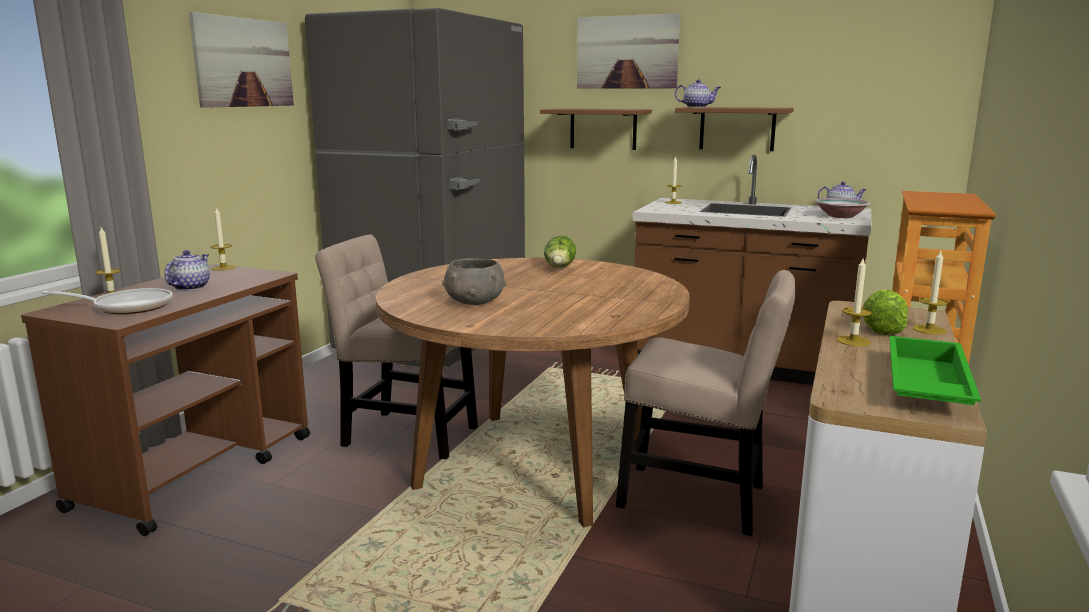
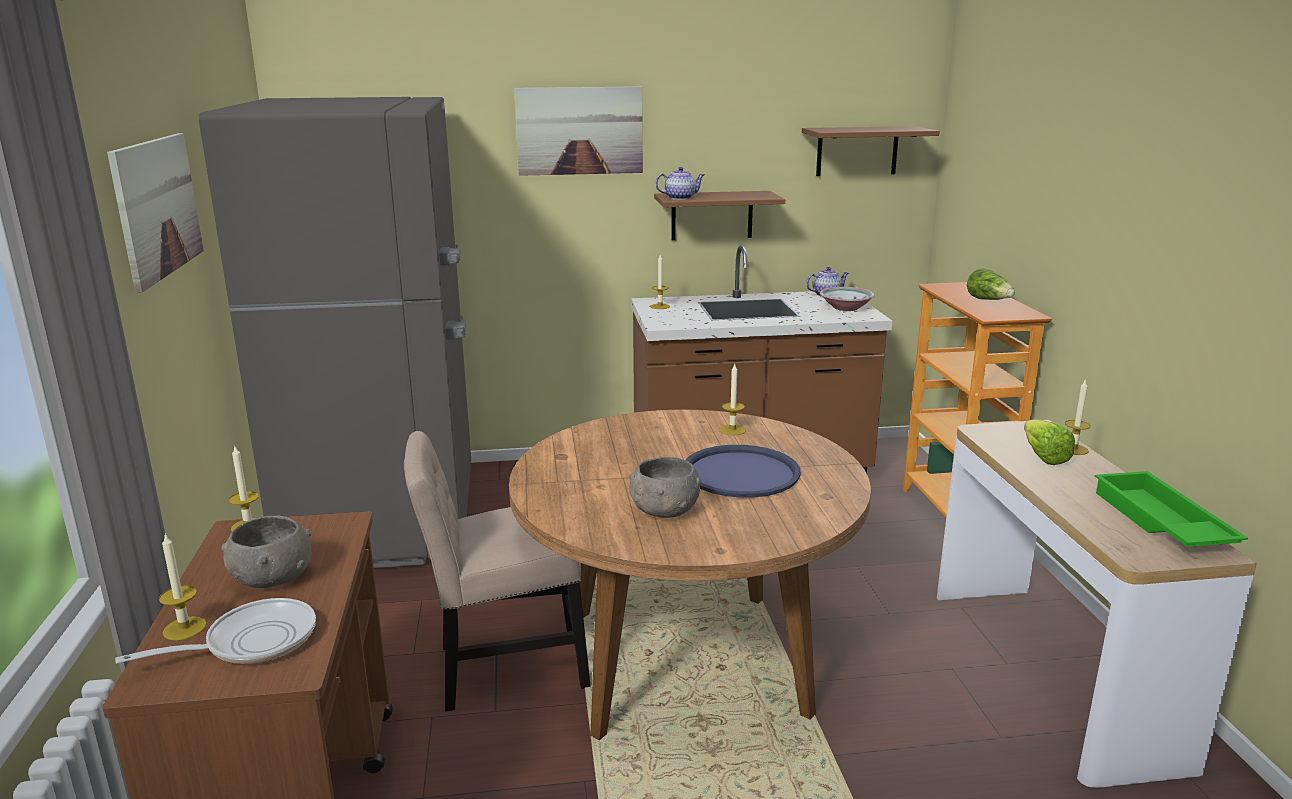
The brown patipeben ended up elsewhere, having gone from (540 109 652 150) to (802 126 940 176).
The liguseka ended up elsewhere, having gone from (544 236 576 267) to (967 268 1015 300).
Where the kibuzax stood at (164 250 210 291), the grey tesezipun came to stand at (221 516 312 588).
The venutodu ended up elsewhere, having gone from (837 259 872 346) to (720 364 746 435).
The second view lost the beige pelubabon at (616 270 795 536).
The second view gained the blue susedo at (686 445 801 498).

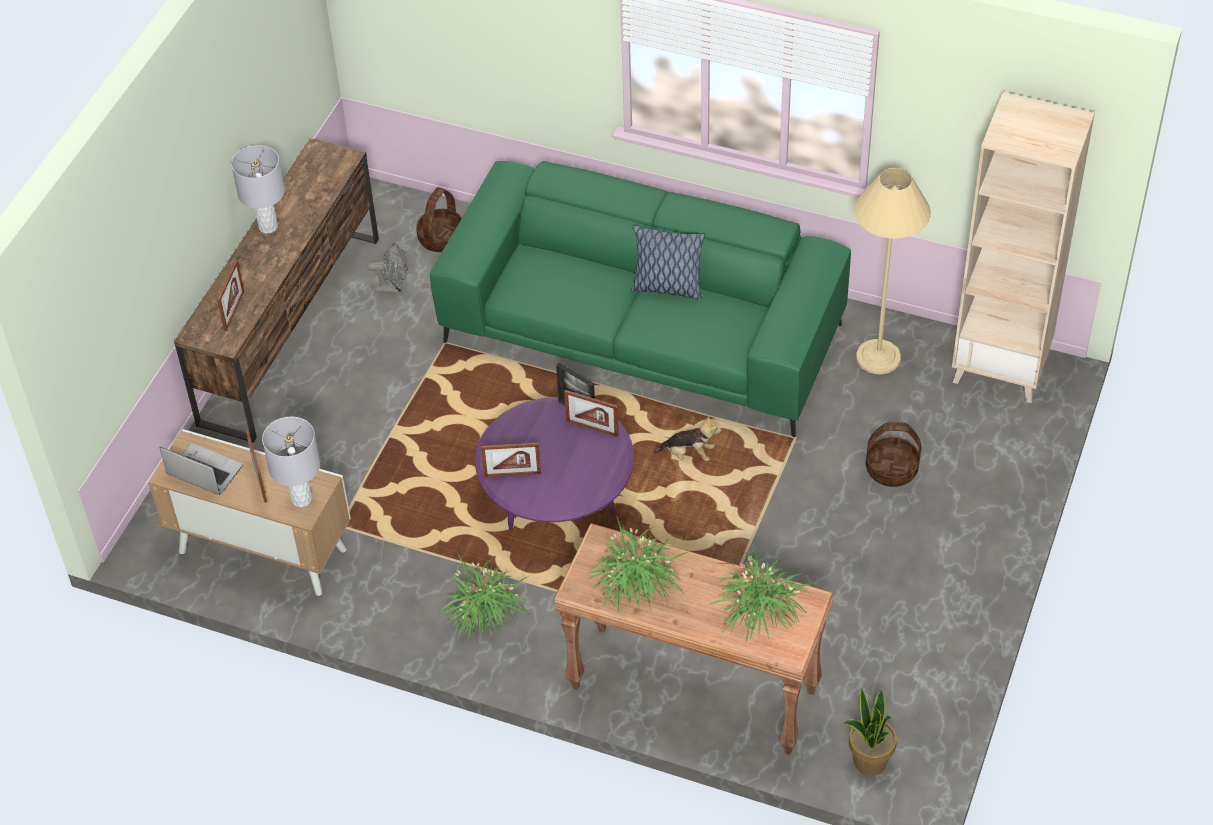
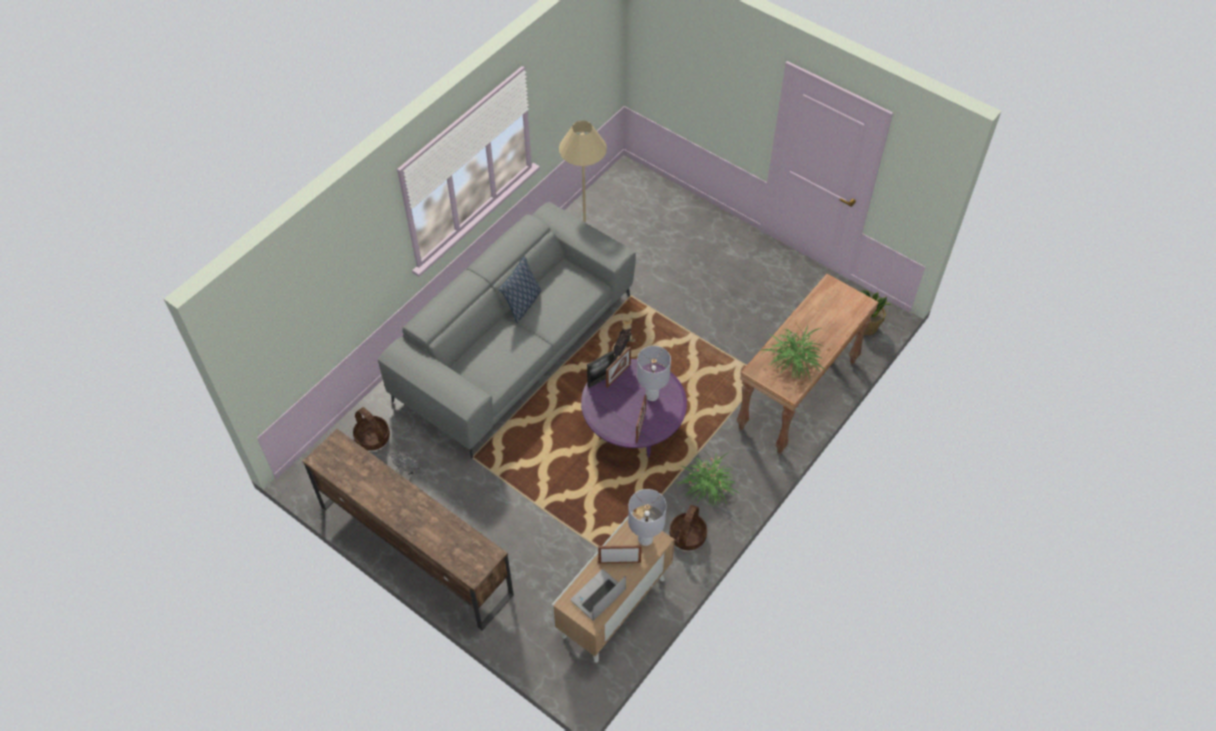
The second view lost the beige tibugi at (952 92 1095 403).
The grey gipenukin ended up elsewhere, having gone from (231 145 285 234) to (637 346 671 401).
What was the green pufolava at (430 161 851 437) turned into the grey pufolava at (378 202 636 459).
The second view lost the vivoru at (217 260 244 331).
The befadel ended up elsewhere, having gone from (866 422 921 487) to (670 505 707 550).
The second view lost the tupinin at (708 542 813 641).

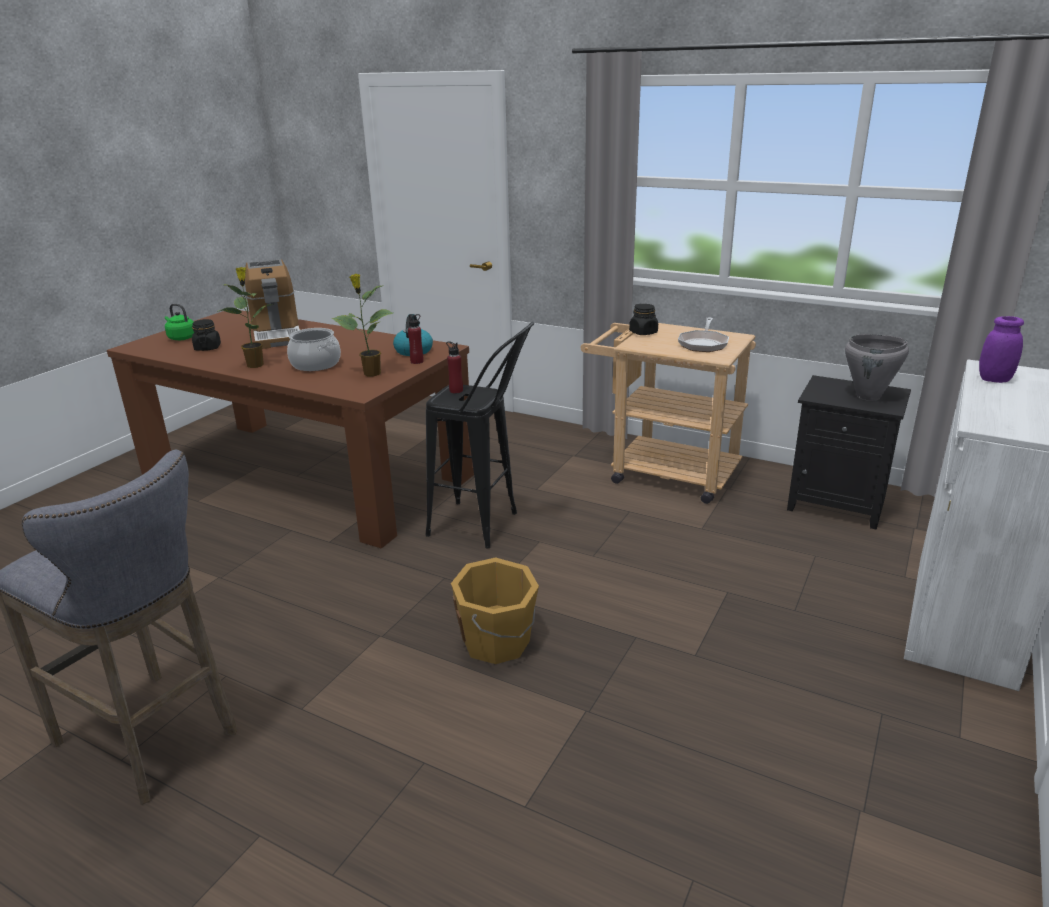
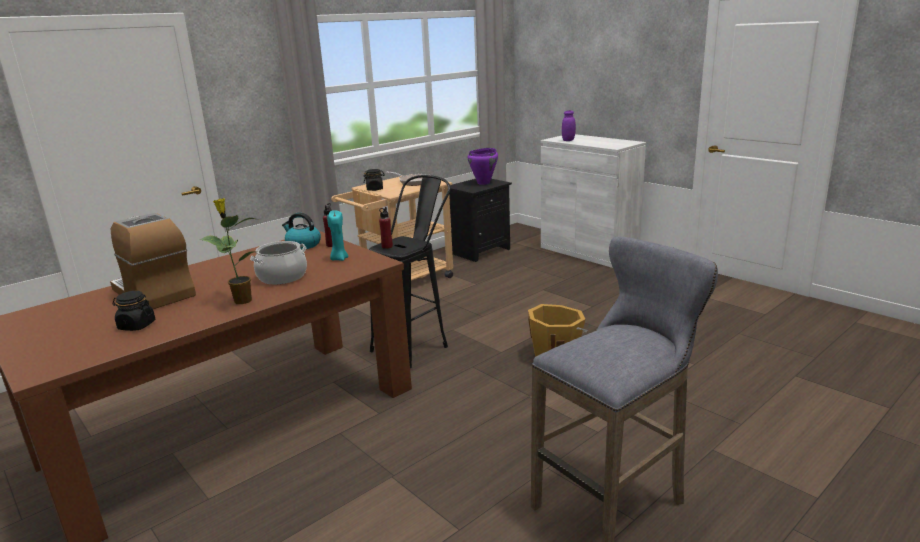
The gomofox at (245 259 300 349) ended up facing another way, 135 degrees counterclockwise from before.
Where the tupinin stood at (332 274 393 376), the turquoise venutodu came to stand at (327 210 348 261).
The second view lost the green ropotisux at (165 304 194 340).
What was the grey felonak at (845 334 909 401) turned into the purple felonak at (468 148 498 185).

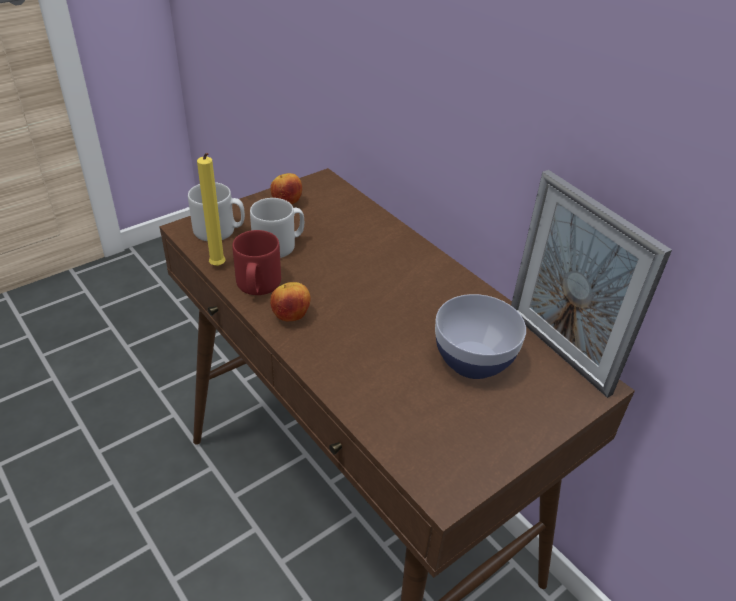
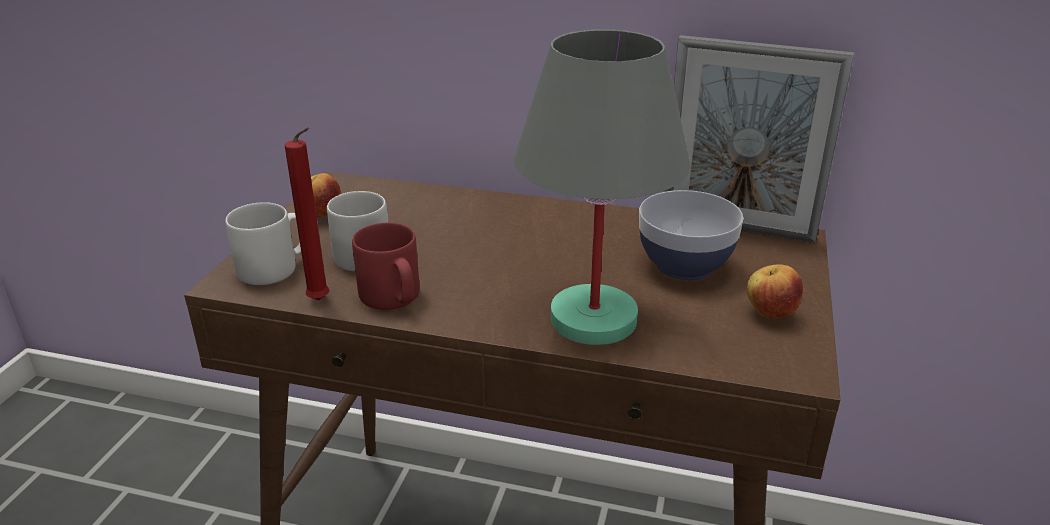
What was the yellow venutodu at (197 153 226 266) turned into the red venutodu at (285 127 329 300).
The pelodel ended up elsewhere, having gone from (270 282 311 321) to (747 264 803 318).
The second view gained the grey gipenukin at (514 29 690 345).

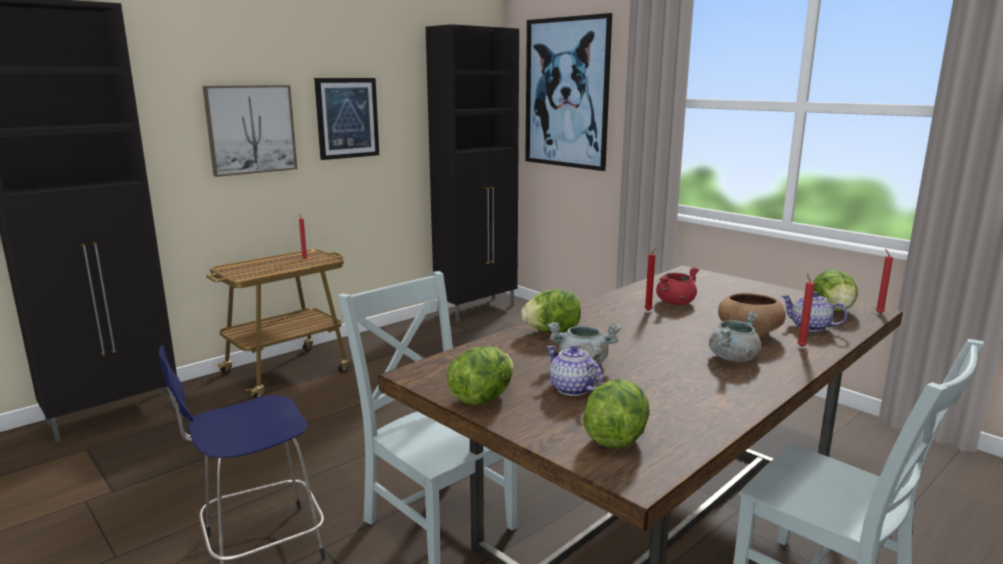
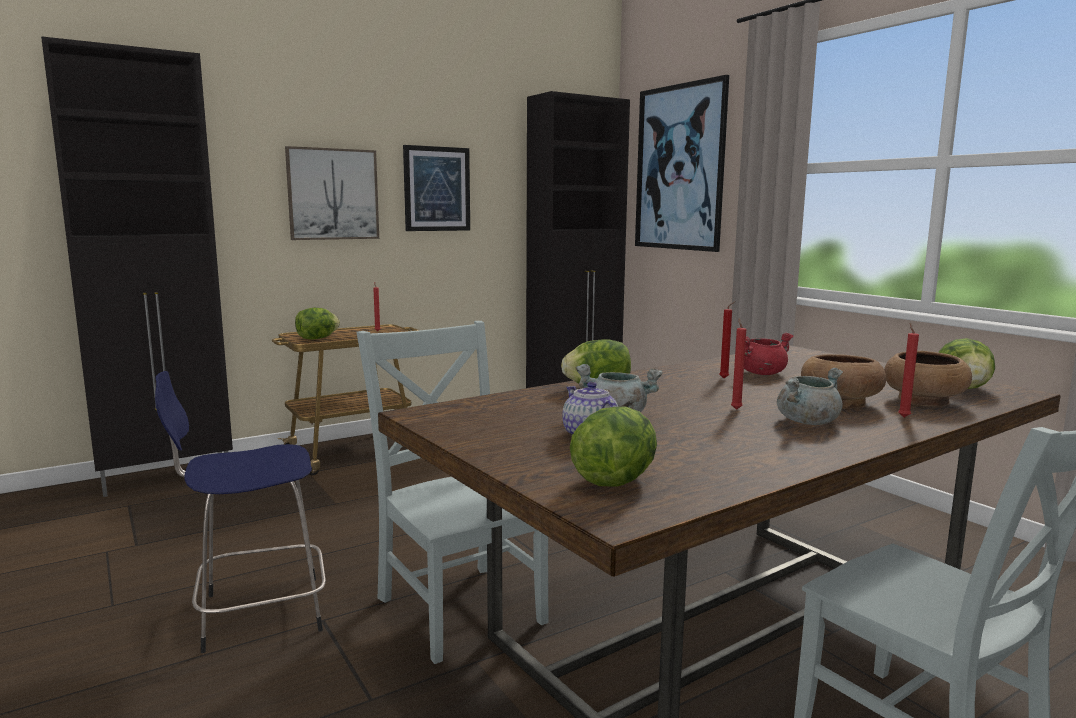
The red venutodu ended up elsewhere, having gone from (876 249 893 314) to (731 318 746 410).
Where the kibuzax stood at (782 292 847 332), the brown tesezipun came to stand at (884 351 972 407).
The liguseka ended up elsewhere, having gone from (447 346 514 405) to (295 308 340 340).

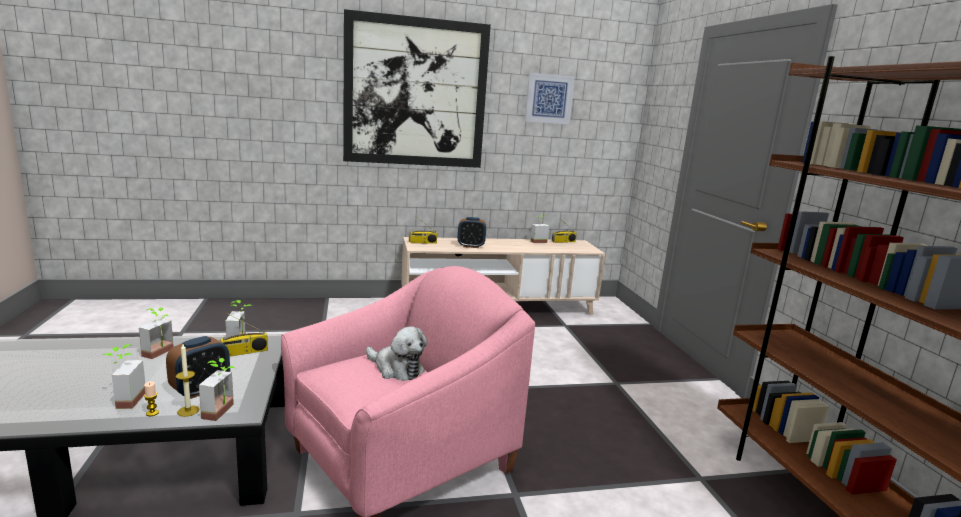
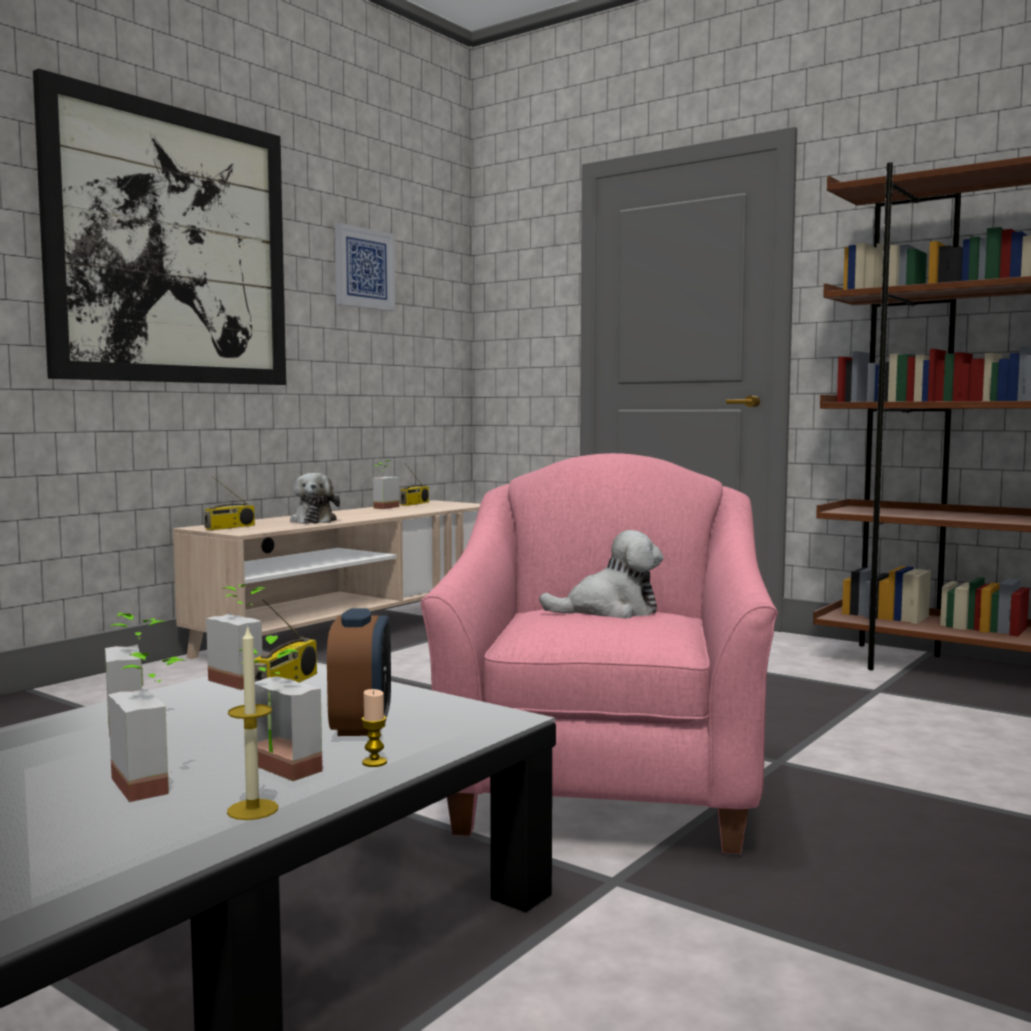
Where the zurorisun stood at (458 217 486 248), the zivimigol came to stand at (290 473 340 524).
The venutodu ended up elsewhere, having gone from (176 344 199 417) to (227 625 278 820).
The tupinin ended up elsewhere, having gone from (199 358 235 421) to (108 652 184 802).

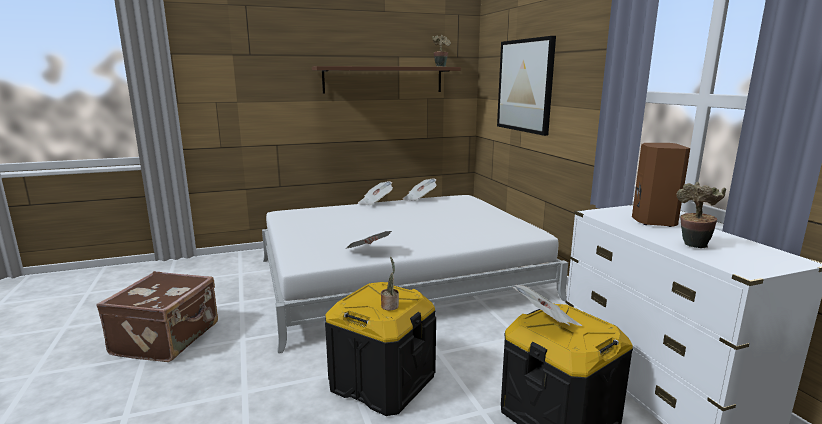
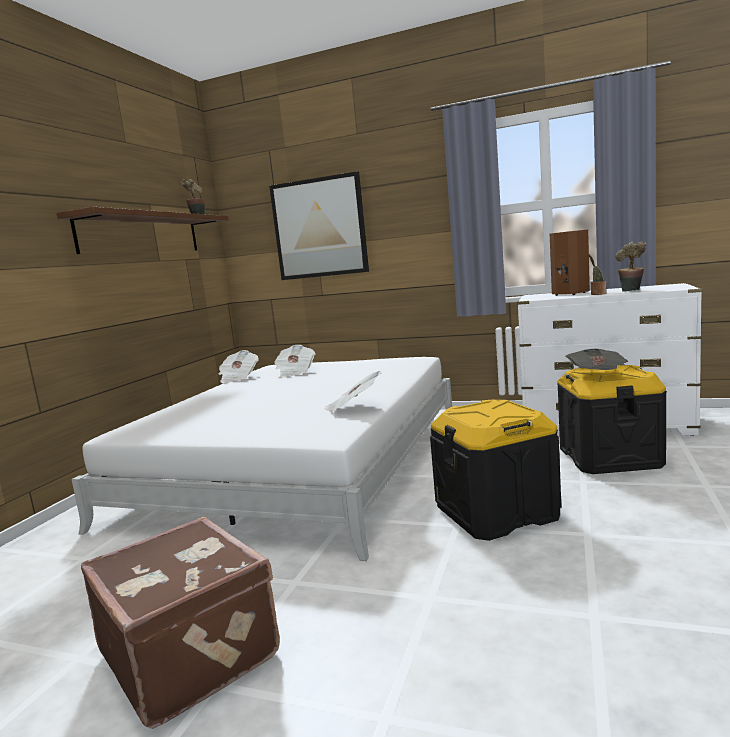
The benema ended up elsewhere, having gone from (358 181 393 205) to (274 345 315 378).
The tupinin ended up elsewhere, having gone from (381 257 399 310) to (589 254 607 295).

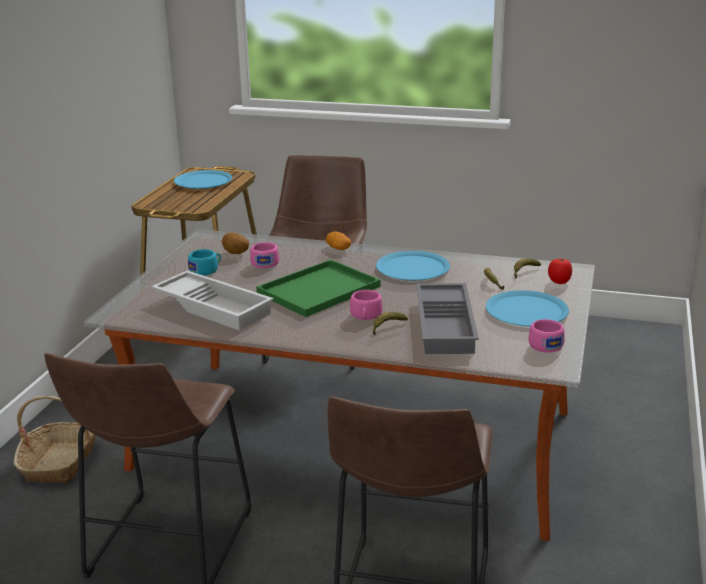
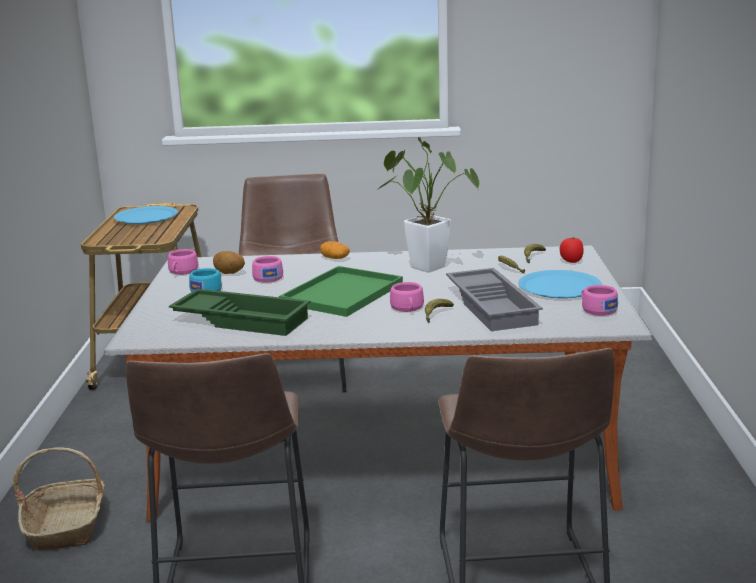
Where the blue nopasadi stood at (376 251 450 281), the tupinin came to stand at (376 137 479 272).
What was the white susedo at (151 271 274 331) turned into the green susedo at (169 289 311 336).
The second view gained the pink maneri at (168 249 198 275).

